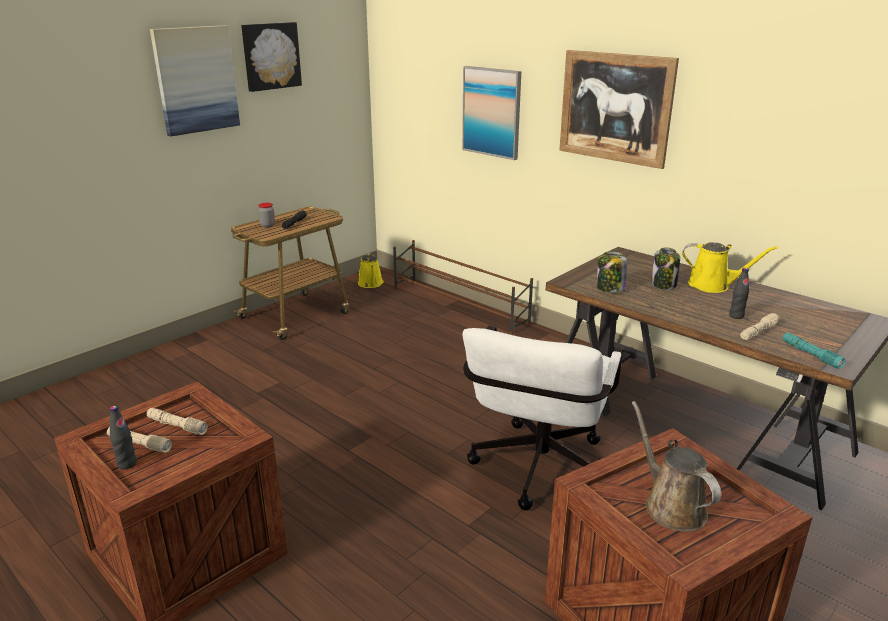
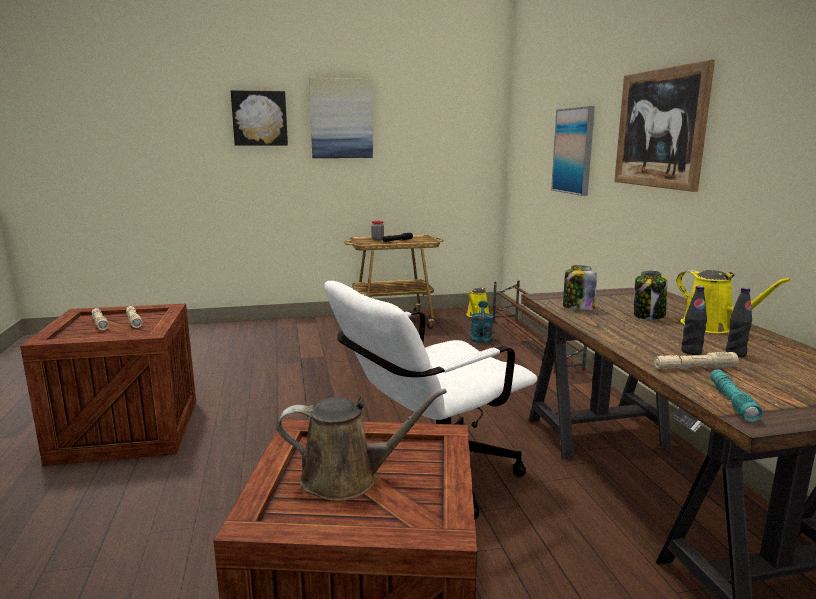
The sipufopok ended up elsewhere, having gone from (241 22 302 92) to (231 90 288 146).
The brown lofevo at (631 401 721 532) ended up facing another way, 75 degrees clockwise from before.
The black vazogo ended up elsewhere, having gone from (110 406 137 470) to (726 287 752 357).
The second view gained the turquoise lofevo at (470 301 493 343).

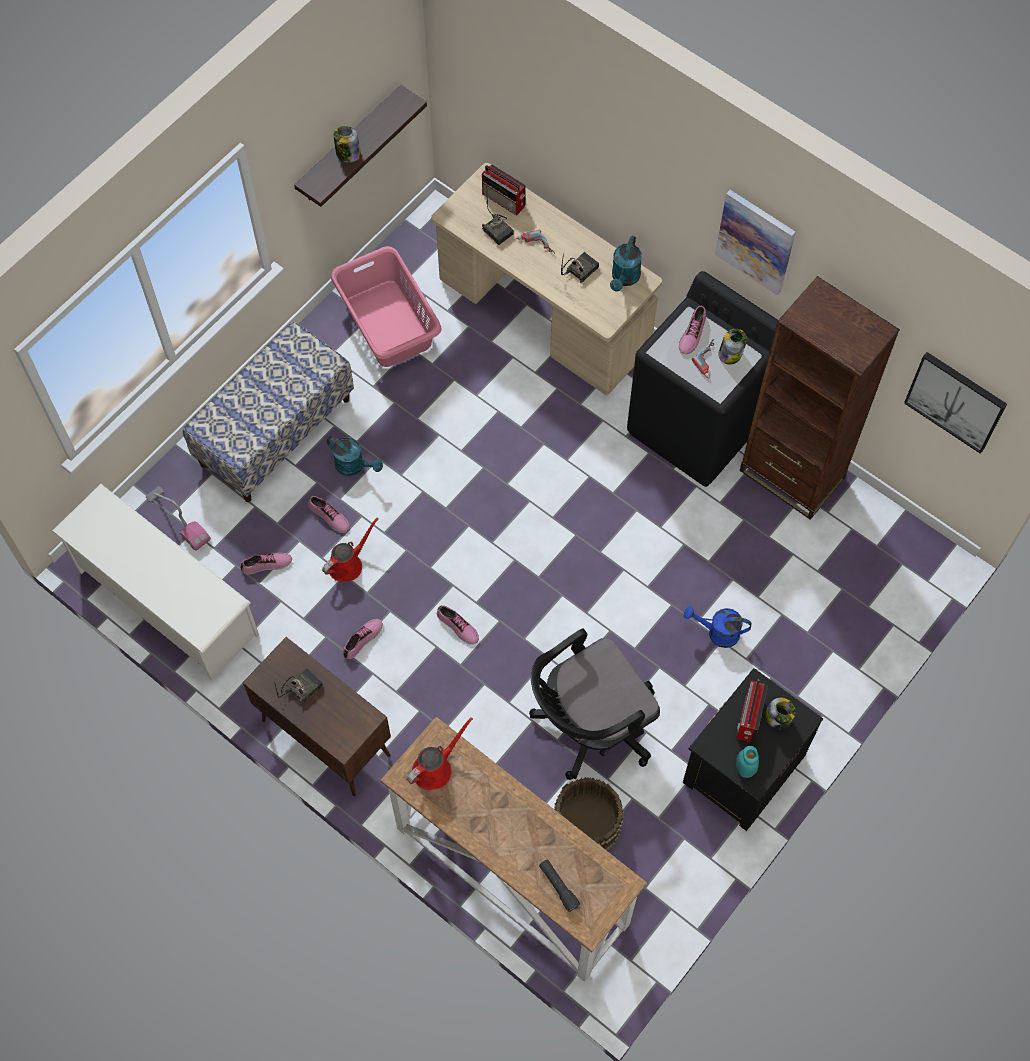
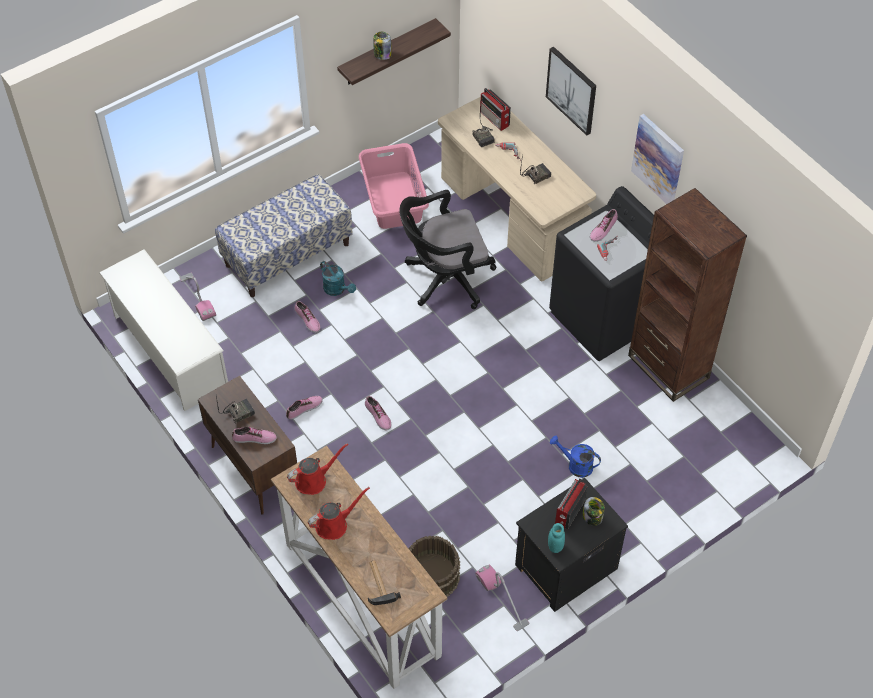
The second view lost the turquoise lofevo at (610 235 642 291).
The second view lost the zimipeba at (718 329 747 365).
The sipufopok ended up elsewhere, having gone from (904 352 1007 454) to (546 47 596 136).
The red lofevo ended up elsewhere, having gone from (322 518 378 582) to (308 487 370 540).
The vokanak ended up elsewhere, having gone from (241 553 292 575) to (232 426 277 444).
The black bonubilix ended up elsewhere, having gone from (530 628 660 780) to (399 190 496 309).
Where the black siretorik stood at (539 859 580 912), the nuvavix came to stand at (368 561 401 605).
The second view gained the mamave at (475 565 529 631).

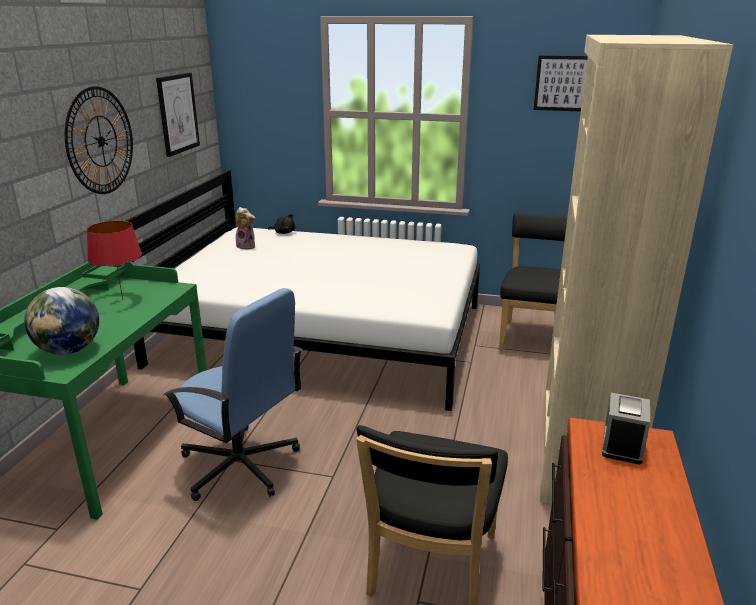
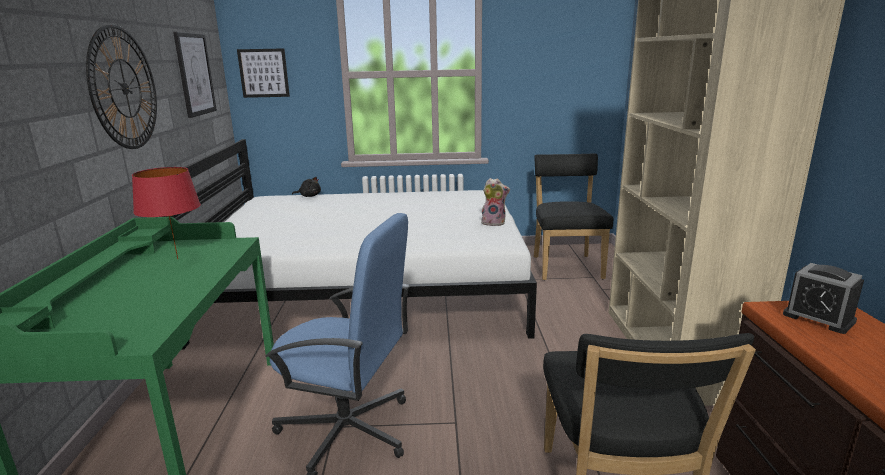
The sipufopok ended up elsewhere, having gone from (534 56 588 111) to (237 48 290 98).
The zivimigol ended up elsewhere, having gone from (236 207 255 250) to (481 178 510 226).
The second view lost the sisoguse at (24 287 99 355).
The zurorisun at (602 393 650 465) ended up facing another way, 45 degrees counterclockwise from before.

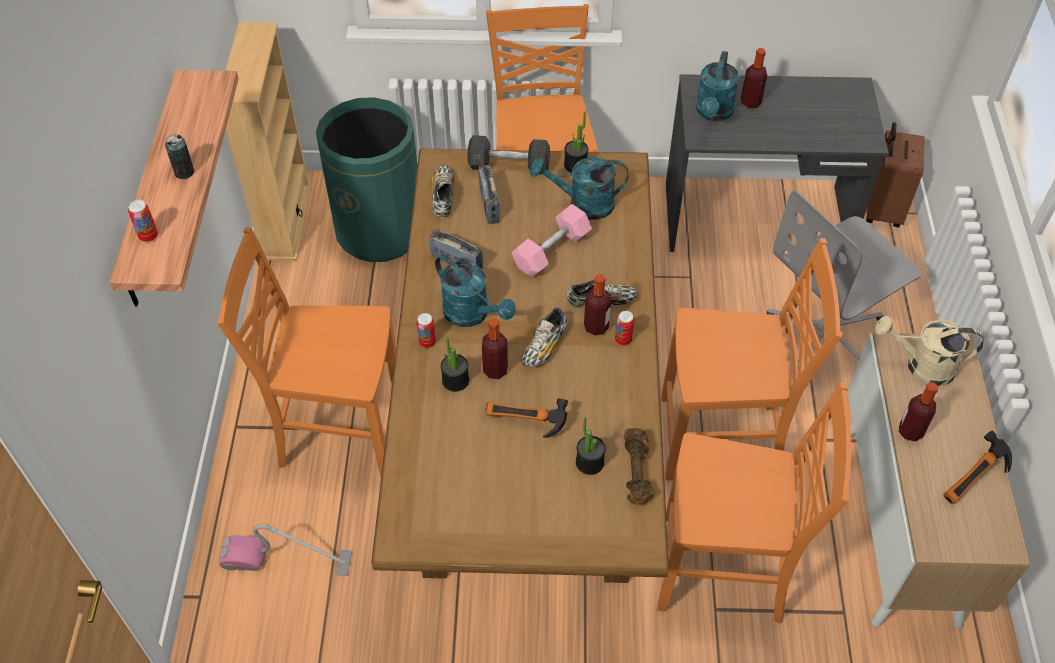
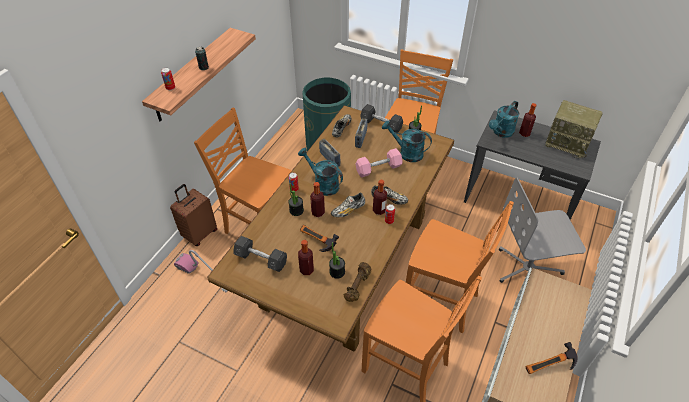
The second view lost the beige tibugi at (225 22 311 261).
The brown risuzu ended up elsewhere, having gone from (866 122 925 227) to (170 184 217 246).
The turquoise lofevo at (435 254 516 327) ended up facing another way, 150 degrees clockwise from before.
The second view lost the beige lofevo at (875 316 984 386).
The vazogo ended up elsewhere, having gone from (898 382 938 442) to (298 240 314 275).
The second view gained the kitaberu at (545 100 603 158).
The second view gained the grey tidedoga at (233 236 287 272).

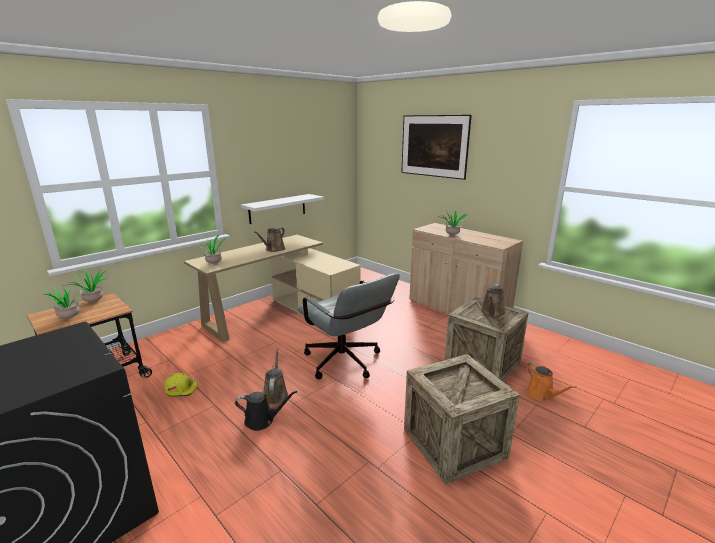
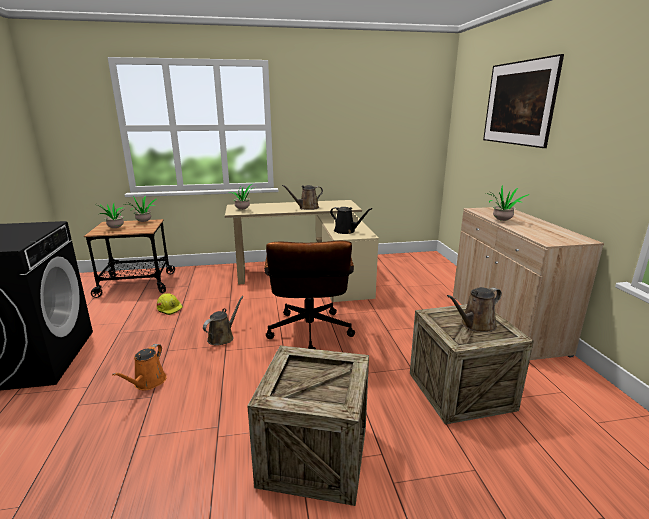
The second view lost the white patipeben at (241 194 324 224).
What was the grey bonubilix at (297 273 400 379) turned into the brown bonubilix at (264 240 355 349).
The orange lofevo ended up elsewhere, having gone from (526 362 577 401) to (112 344 167 390).
The black lofevo ended up elsewhere, having gone from (235 391 297 431) to (330 207 372 234).

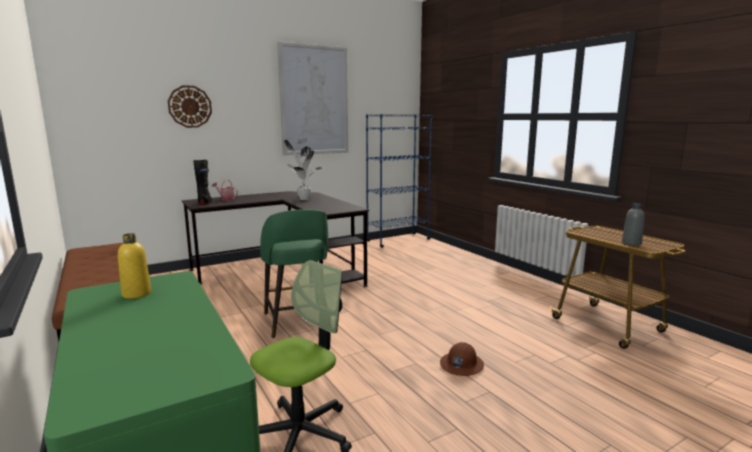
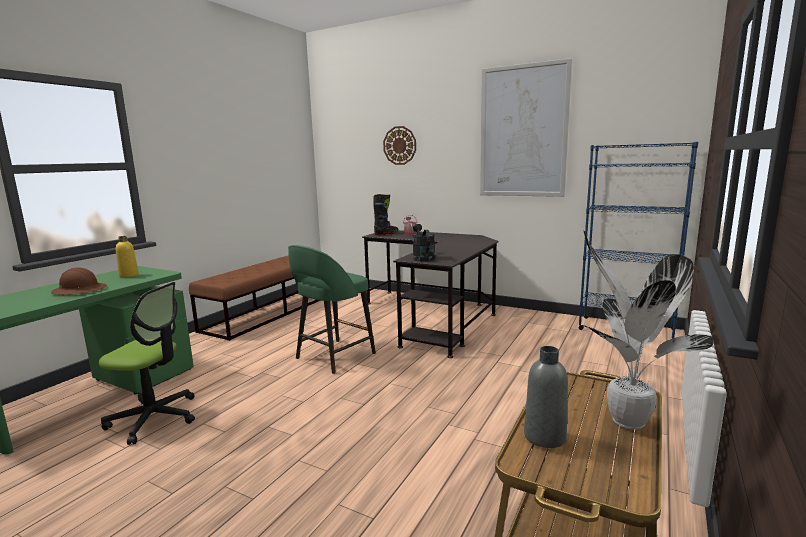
The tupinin ended up elsewhere, having gone from (284 140 322 200) to (582 230 714 430).
The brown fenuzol ended up elsewhere, having gone from (440 342 484 376) to (51 267 107 295).
The second view gained the black lofevo at (413 224 435 262).

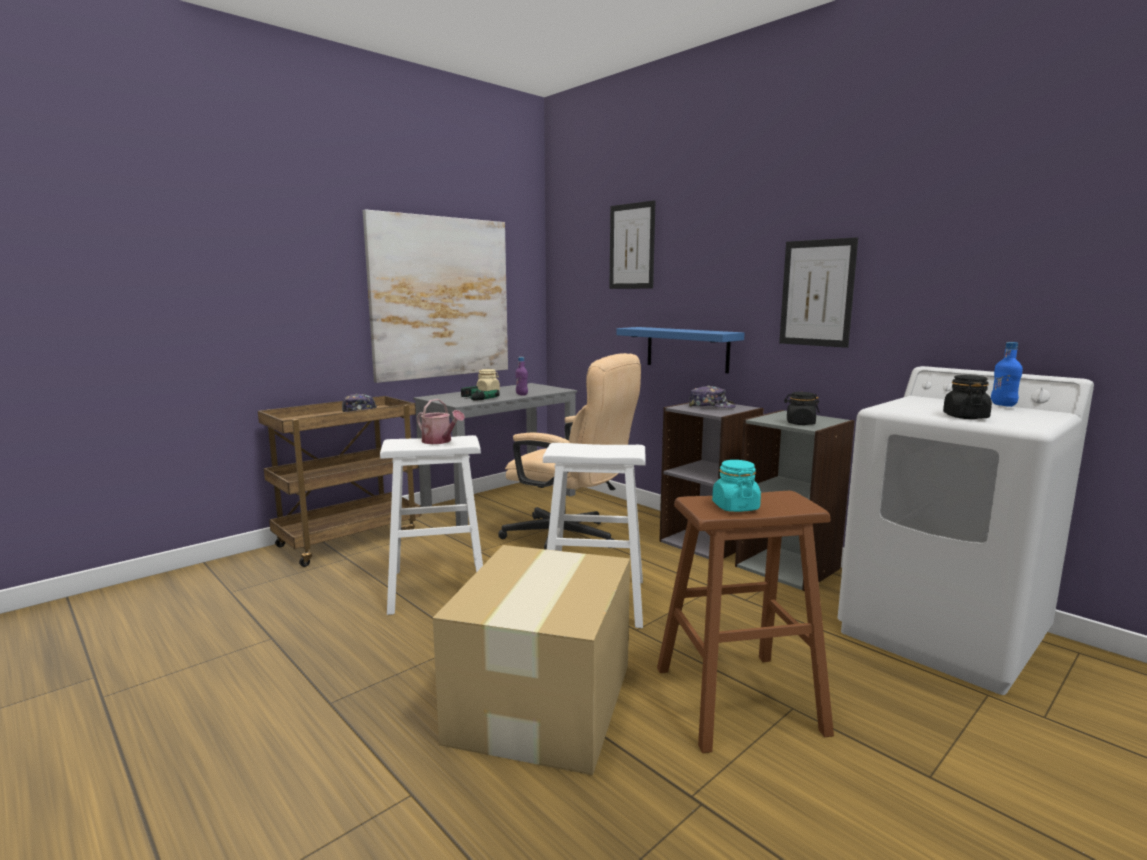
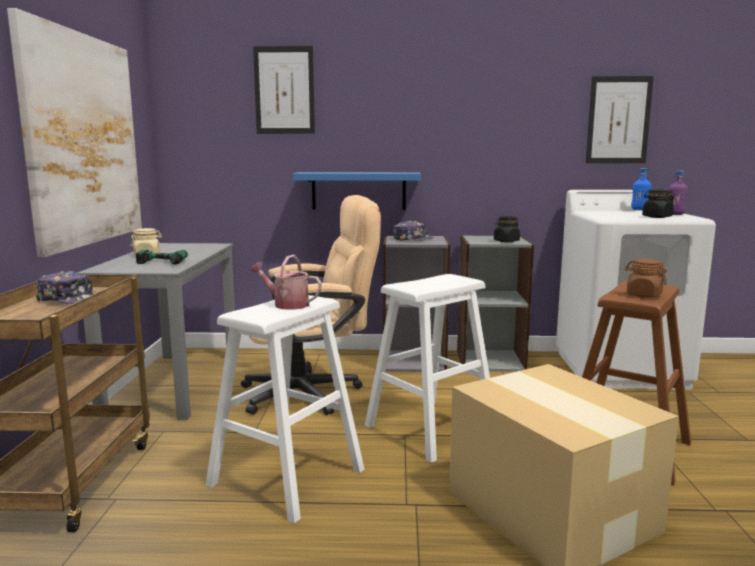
The sipufopok ended up elsewhere, having gone from (779 237 858 348) to (586 76 654 163).
The purple vazogo ended up elsewhere, having gone from (516 357 528 396) to (669 171 688 215).
The lofevo at (417 399 465 444) ended up facing another way, 150 degrees counterclockwise from before.
What was the turquoise zimipeba at (712 460 761 512) turned into the brown zimipeba at (625 259 667 298).

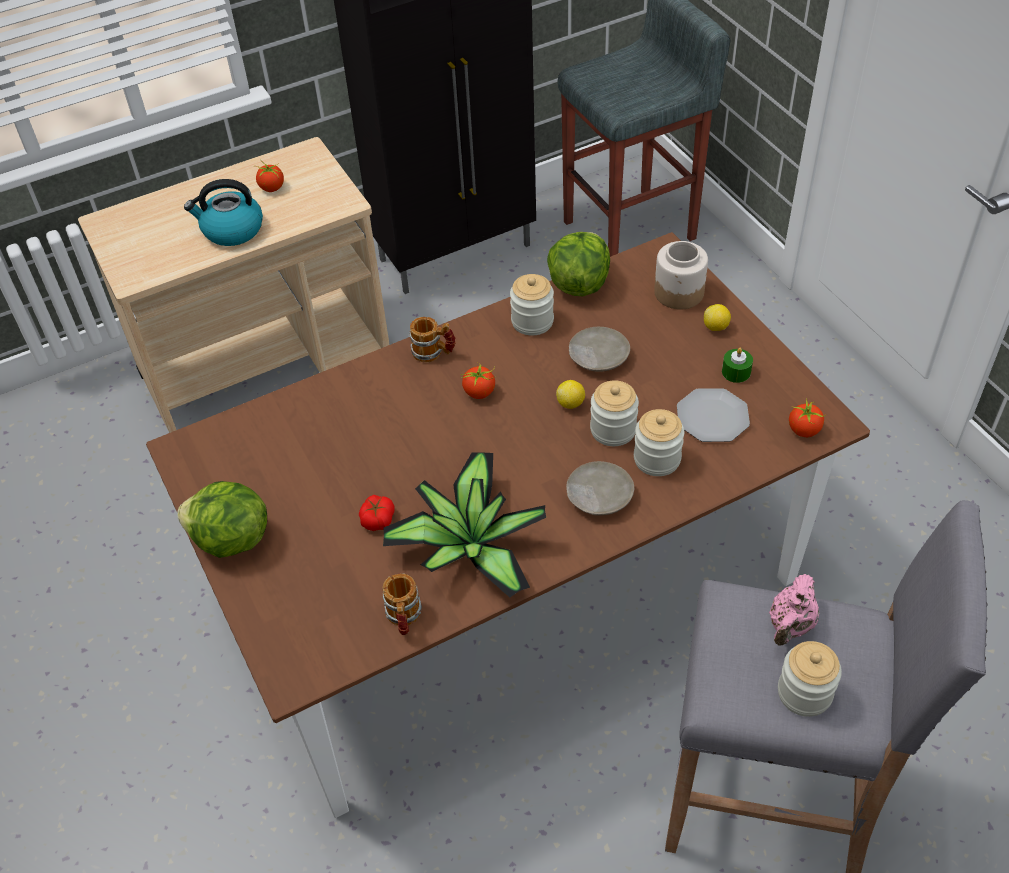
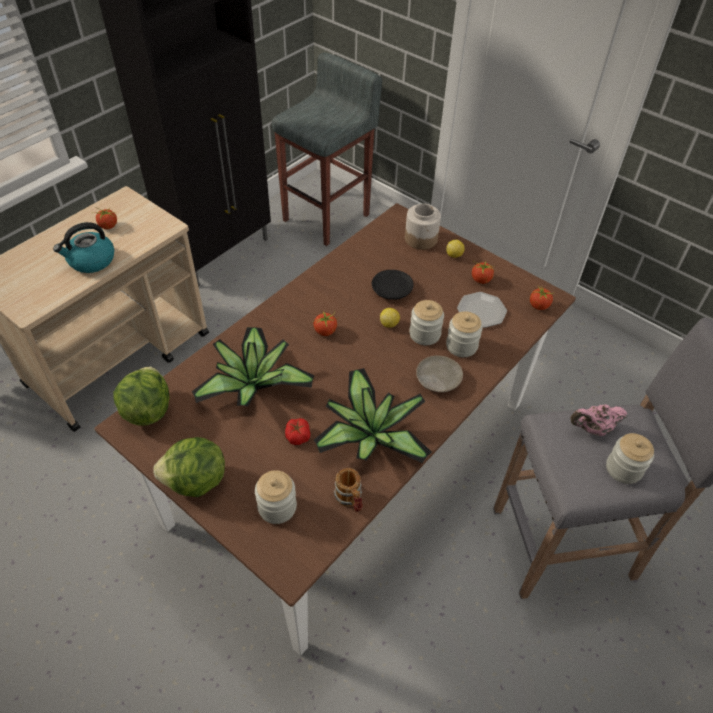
The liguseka ended up elsewhere, having gone from (547 232 610 296) to (113 366 169 426).
The zimipeba ended up elsewhere, having gone from (510 274 554 335) to (255 470 297 524).
The second view lost the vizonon at (409 317 456 362).
What was the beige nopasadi at (569 327 630 372) turned into the black nopasadi at (372 270 414 300).
Where the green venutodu stood at (722 348 753 383), the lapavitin came to stand at (472 261 495 284).
The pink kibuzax at (769 574 819 645) ended up facing another way, 75 degrees clockwise from before.
The second view gained the tupinin at (192 327 315 406).

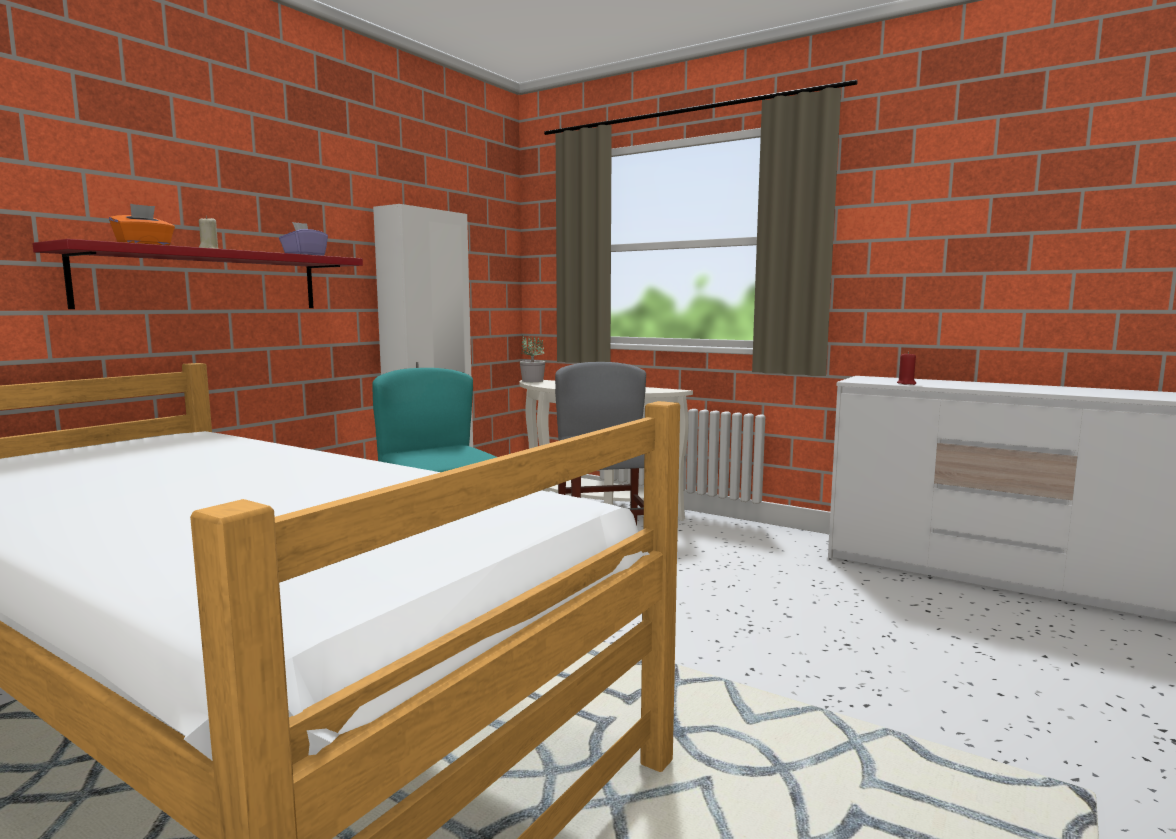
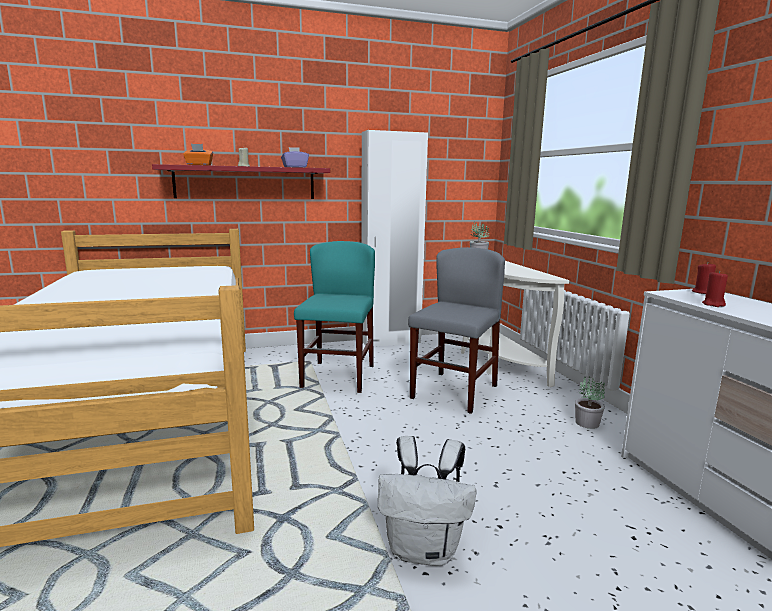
The second view gained the red venutodu at (692 263 716 294).
The second view gained the tupinin at (575 376 605 429).
The second view gained the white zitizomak at (378 436 477 566).

